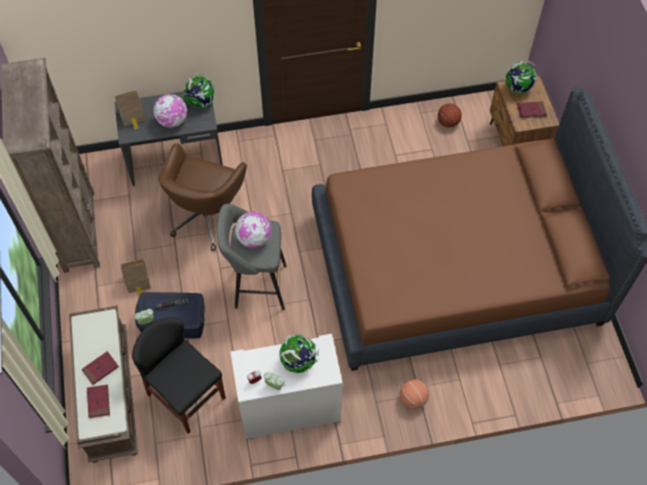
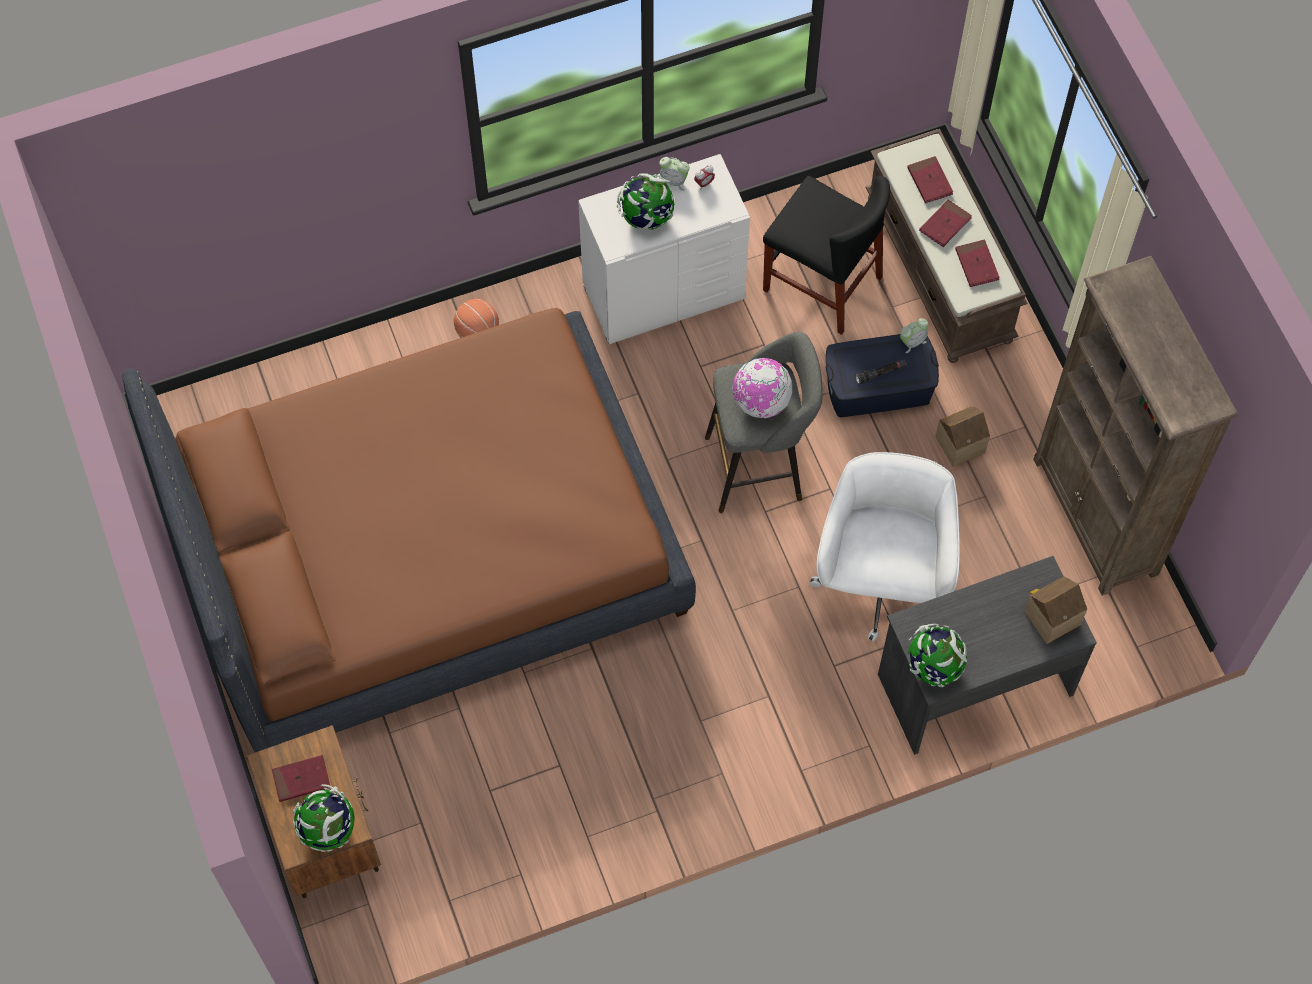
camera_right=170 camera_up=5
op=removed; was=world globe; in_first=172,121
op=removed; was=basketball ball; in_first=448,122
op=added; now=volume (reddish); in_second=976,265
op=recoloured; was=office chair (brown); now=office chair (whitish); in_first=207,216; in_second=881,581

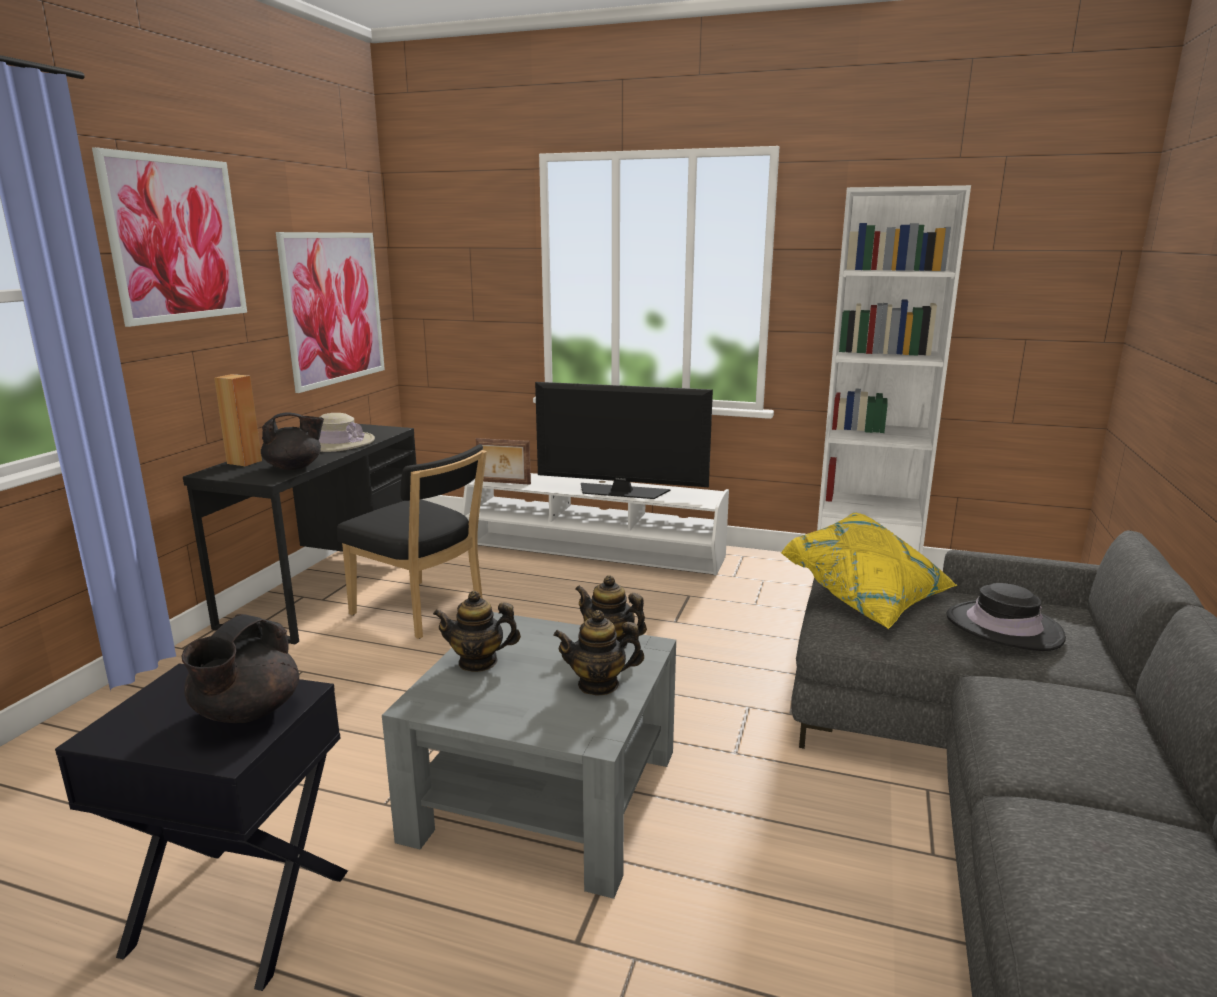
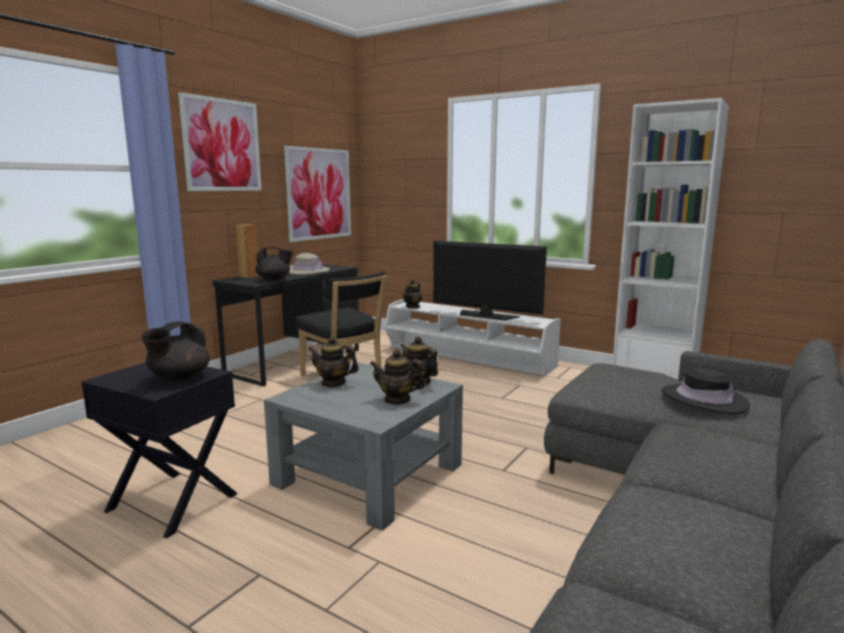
camera_right=15 camera_up=-5
op=removed; was=pillow (yellowish); in_first=867,596
op=replaced; was=photo frame; now=teapot; in_first=503,483; in_second=412,307

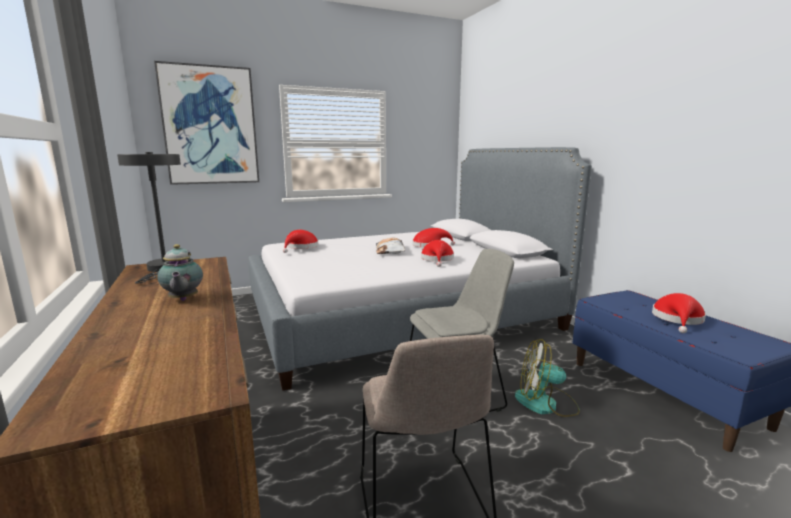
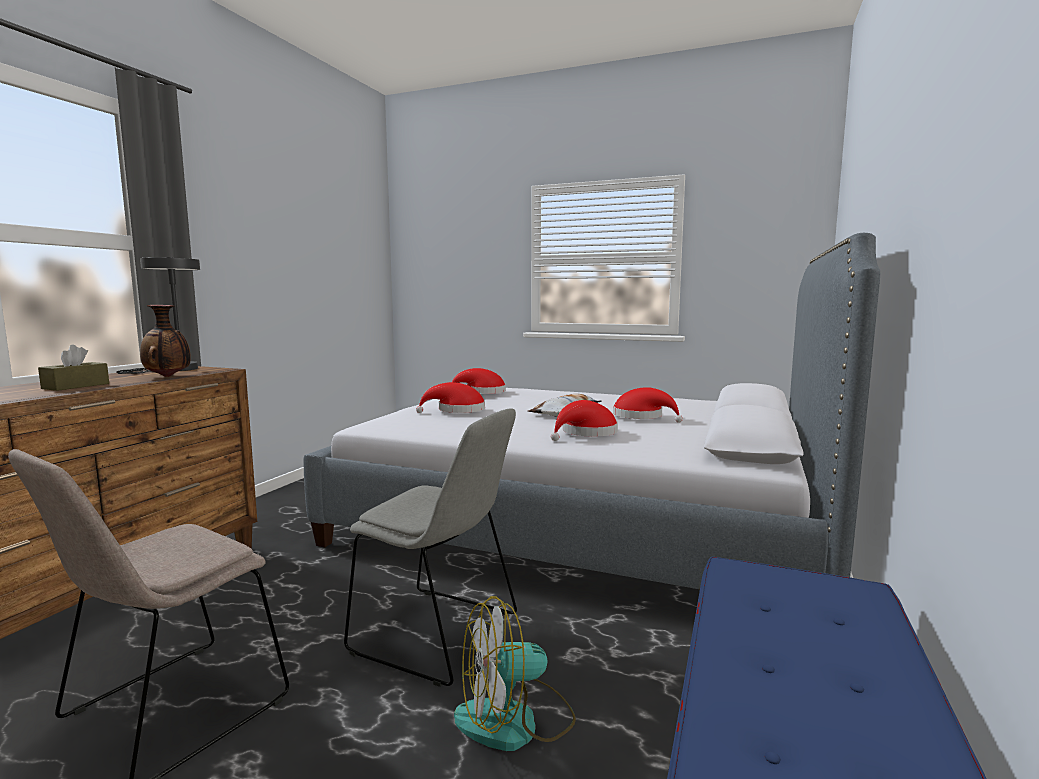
camera_right=45 camera_up=-5
op=removed; was=wall picture; in_first=210,126
op=added; now=flower vase; in_second=168,376
op=moved; was=wearable hat (reddish); in_first=678,319; in_second=457,410
op=replaced; was=teapot; now=box of tissues (brown); in_first=183,300; in_second=76,386
op=turned; was=fan; in_first=546,404; in_second=515,720; clockwise=-75

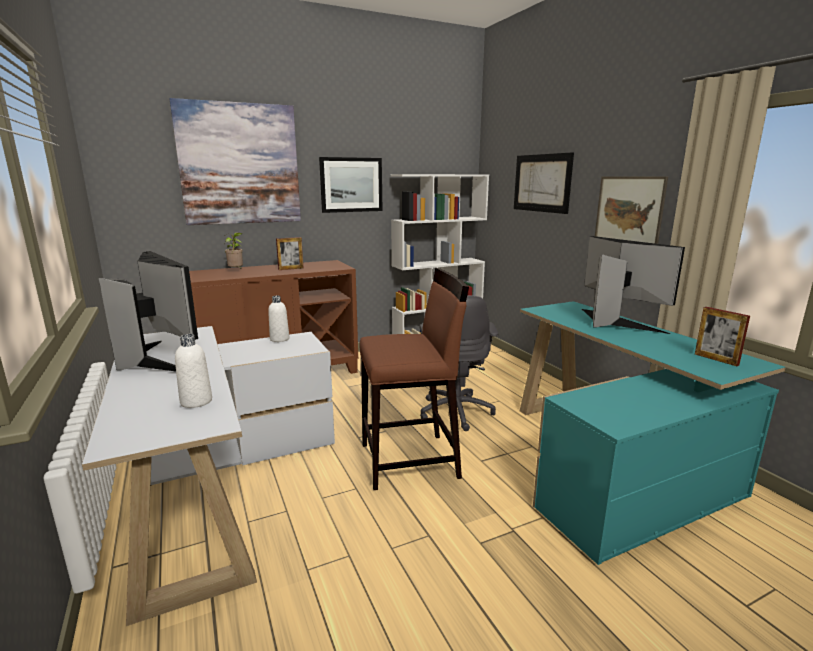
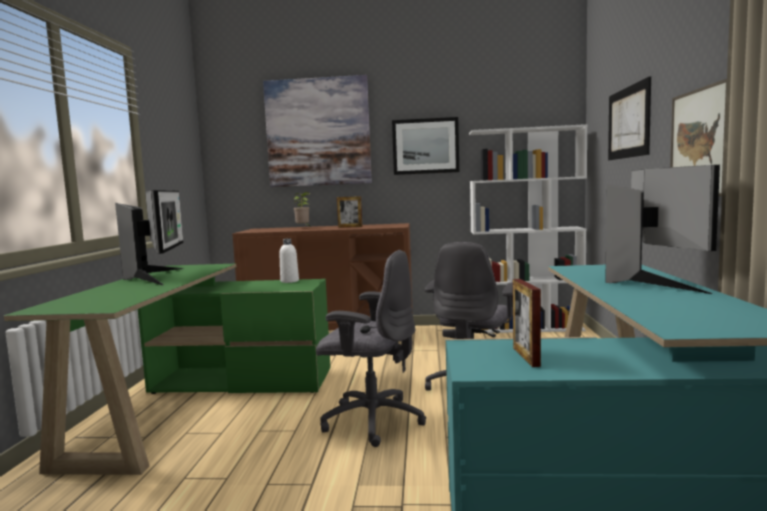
camera_right=30 camera_up=-10
op=removed; was=bottle (whitish); in_first=196,401
op=moved; was=photo frame; in_first=716,359; in_second=526,357
op=replaced; was=stool seat (brown); now=office chair (greyish); in_first=410,461; in_second=371,420
op=recoloured; was=desk unit (whitish); now=desk unit (greenish); in_first=219,485; in_second=198,403

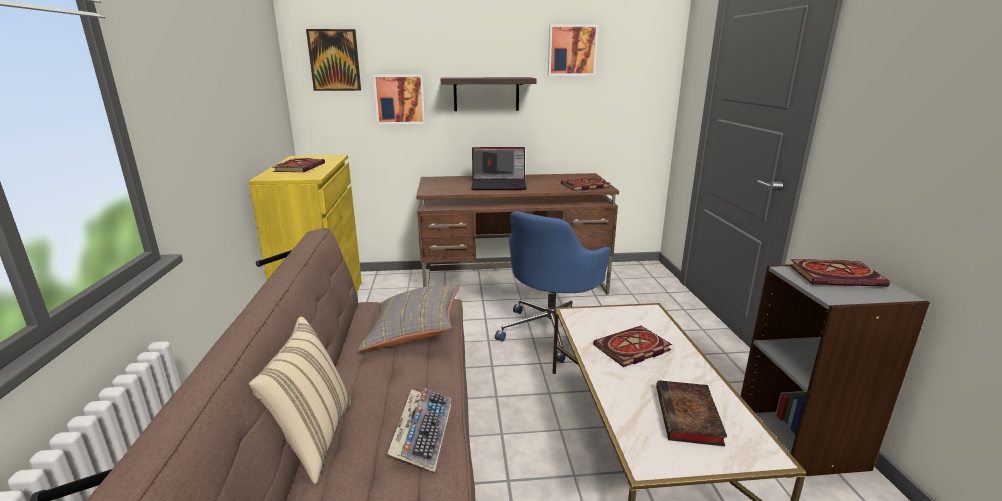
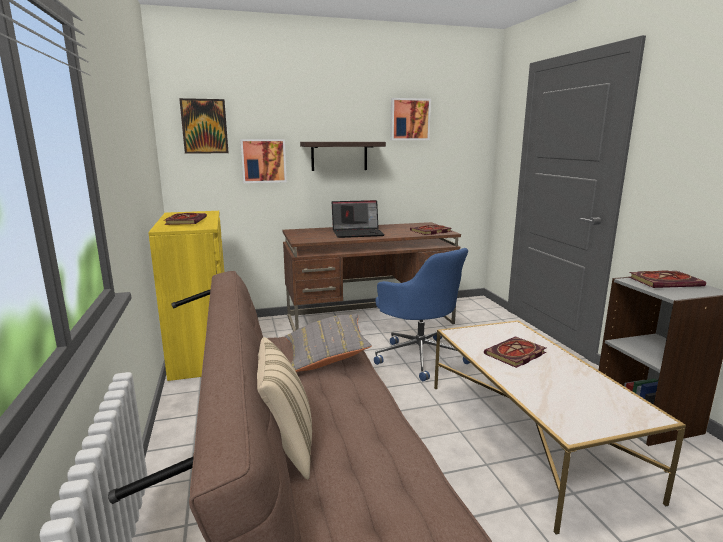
camera_right=-10 camera_up=-5
op=removed; was=PC keyboard; in_first=422,433
op=removed; was=volume; in_first=689,418
op=turned; was=office chair (blue); in_first=552,331; in_second=419,356; clockwise=-60

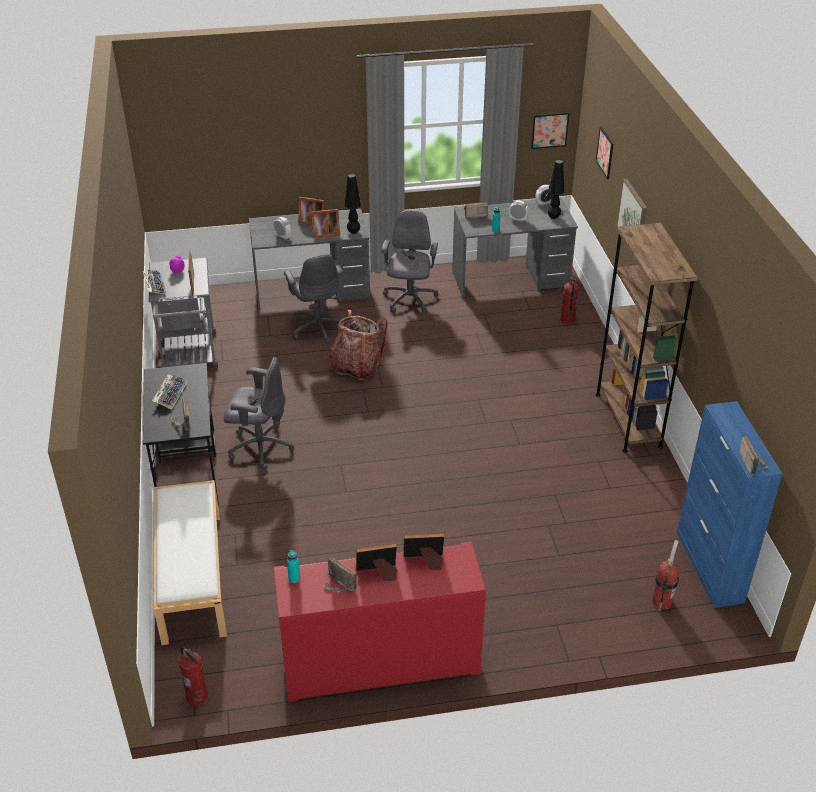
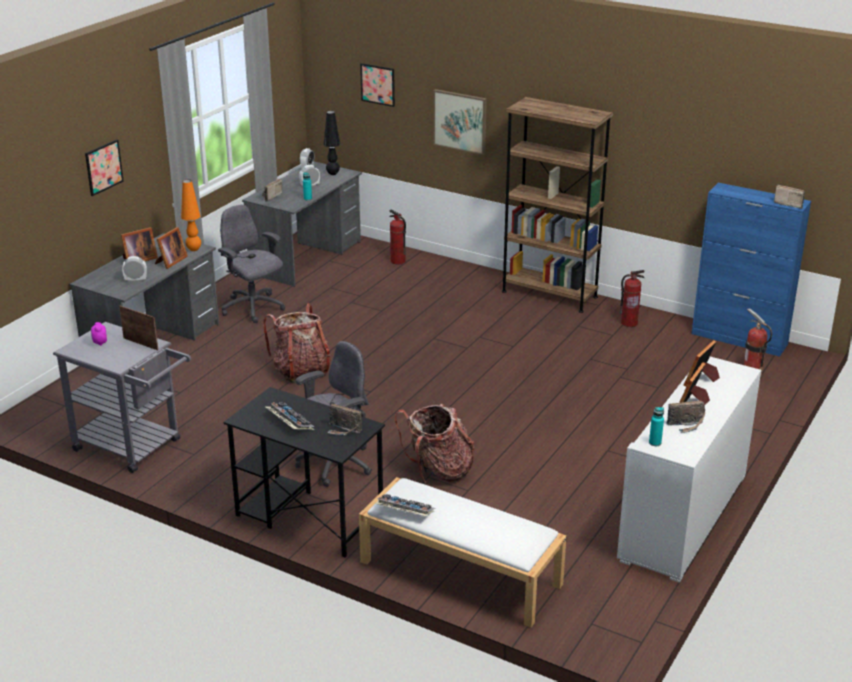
camera_right=-50 camera_up=-10
op=removed; was=office chair (greyish); in_first=317,327
op=added; now=knapsack; in_second=438,471
op=moved; was=PC keyboard; in_first=154,285; in_second=403,511
op=moved; was=extinguisher; in_first=197,696; in_second=629,323
op=moved; was=wall picture; in_first=549,130; in_second=103,167
op=recoloured; was=storage cabinet (reddish); now=storage cabinet (whitish); in_first=380,663; in_second=683,517
op=recoloured; was=tabletop lamp (black-coloured); now=tabletop lamp (orangey); in_first=353,232; in_second=194,249

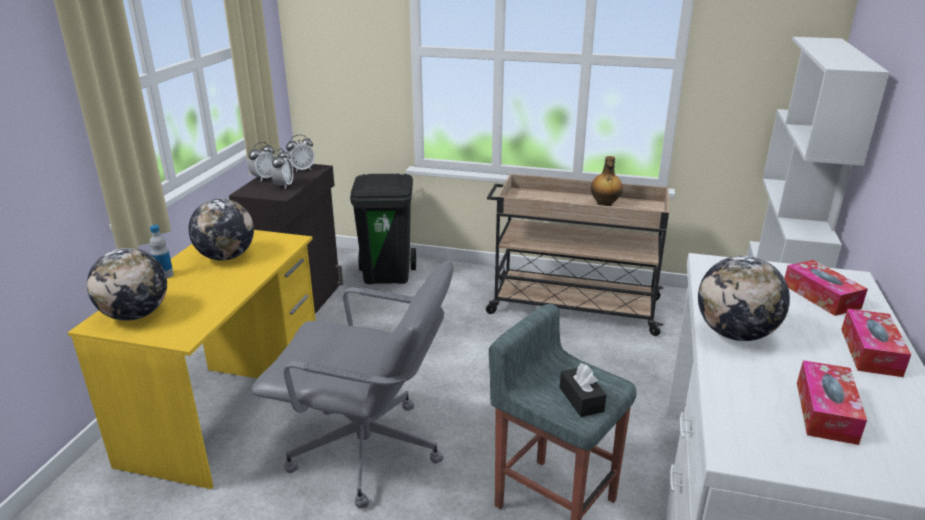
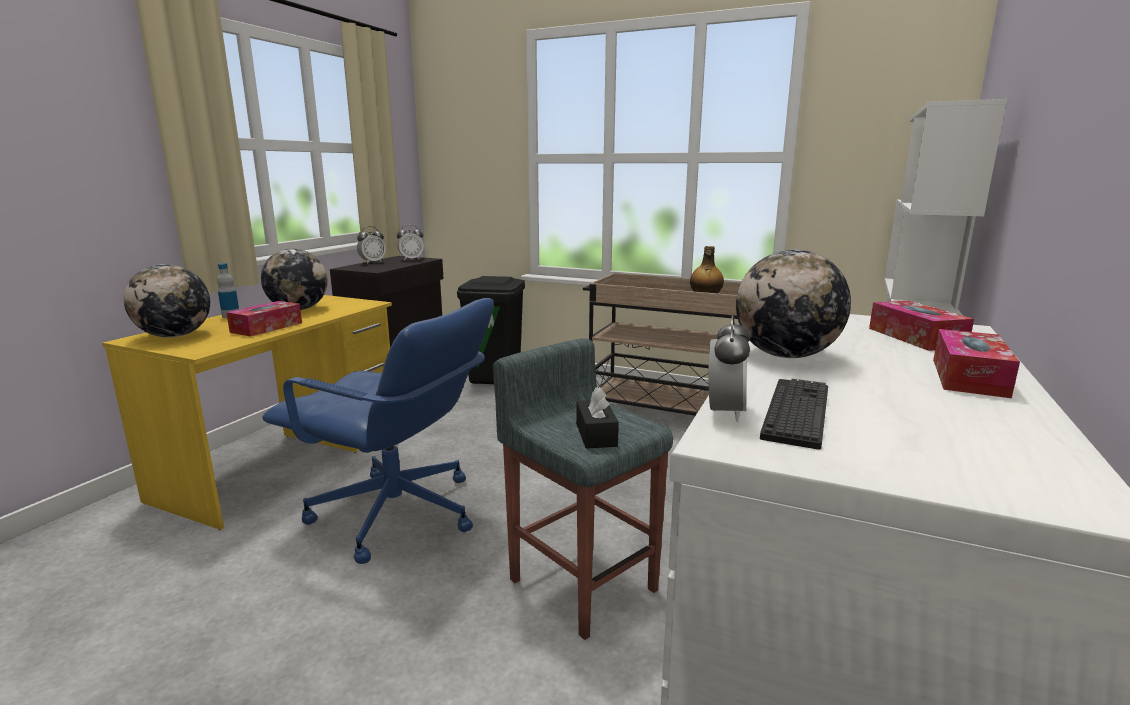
camera_right=10 camera_up=-10
op=added; now=PC keyboard; in_second=796,412
op=moved; was=table clock; in_first=283,186; in_second=725,412
op=moved; was=box of tissues; in_first=825,412; in_second=267,327
op=recoloured; was=office chair (greyish); now=office chair (blue); in_first=367,452; in_second=397,515

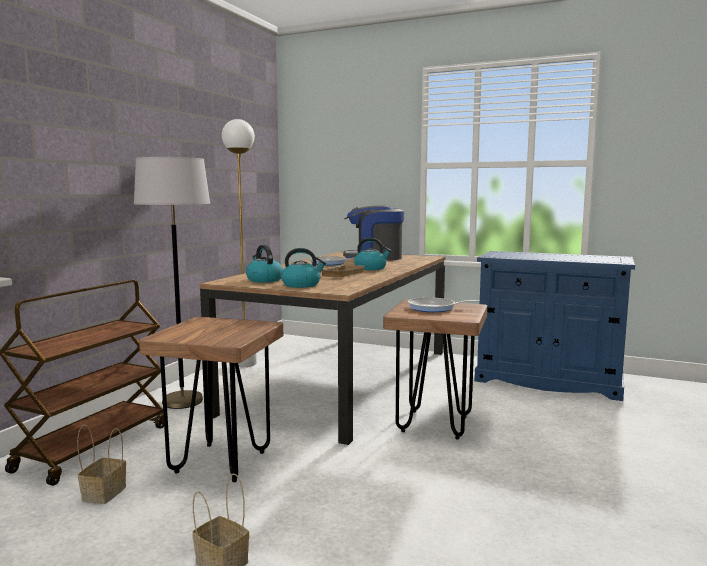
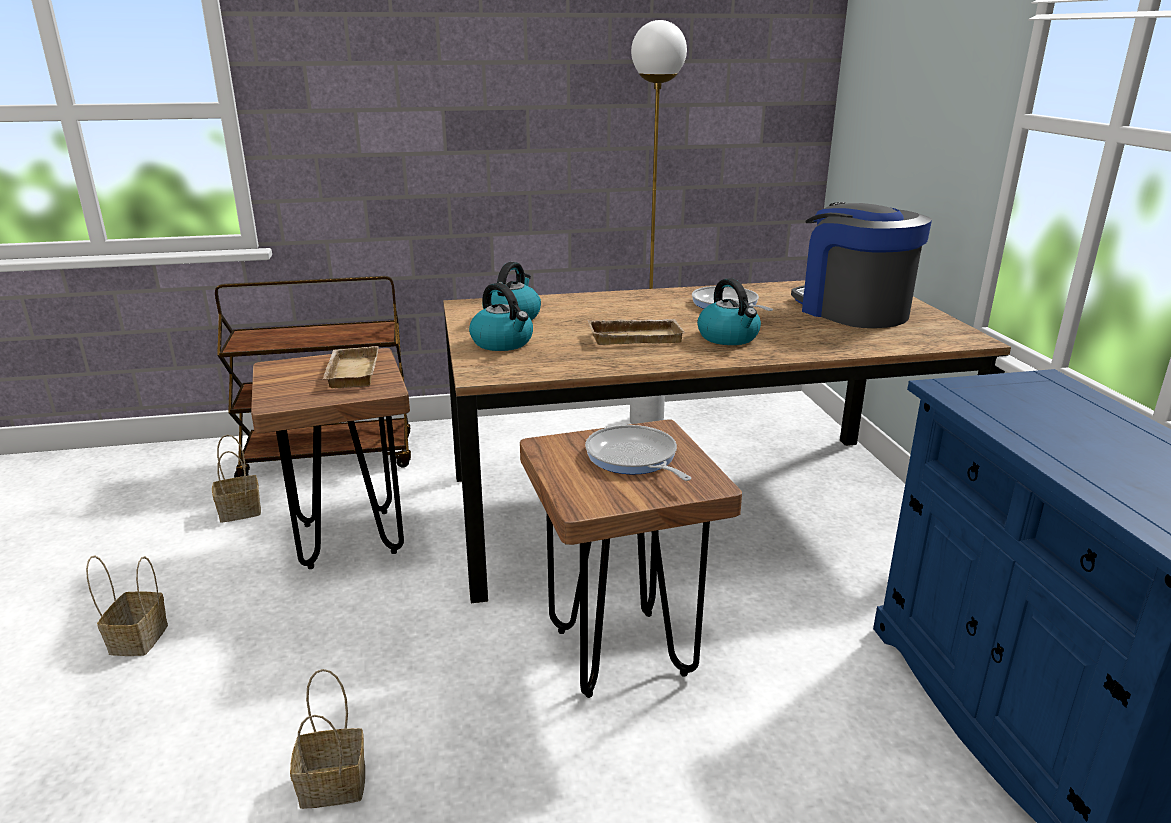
camera_right=55 camera_up=15
op=removed; was=standard lamp (greyish); in_first=182,401
op=added; now=storage basket; in_second=335,784
op=added; now=carrying tray (sand-coloured); in_second=350,372

